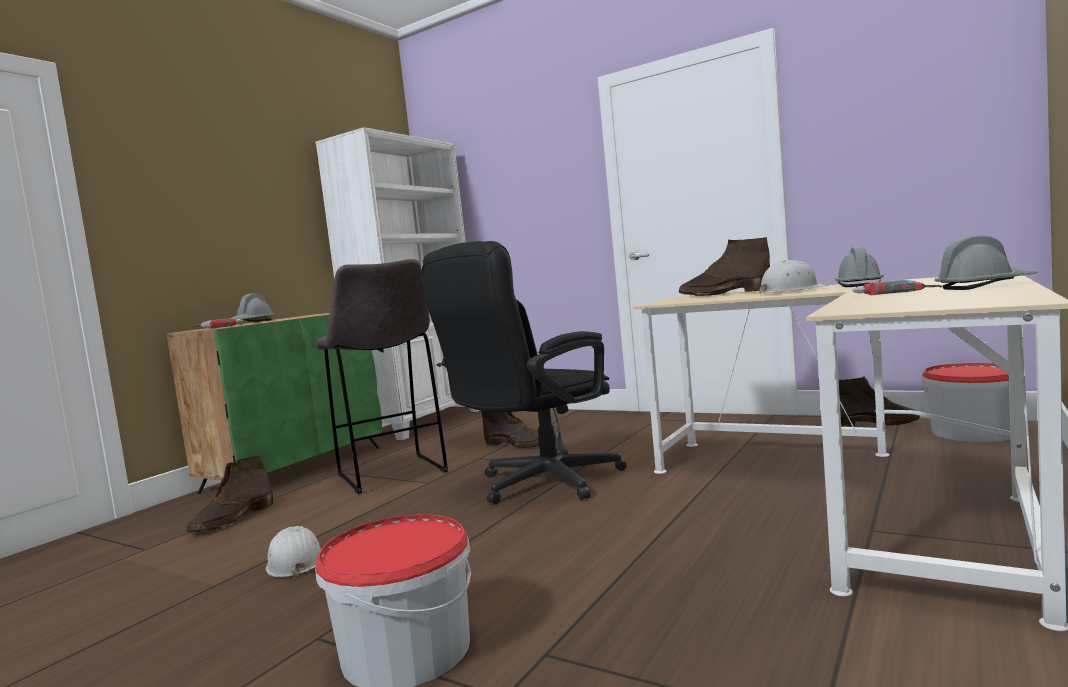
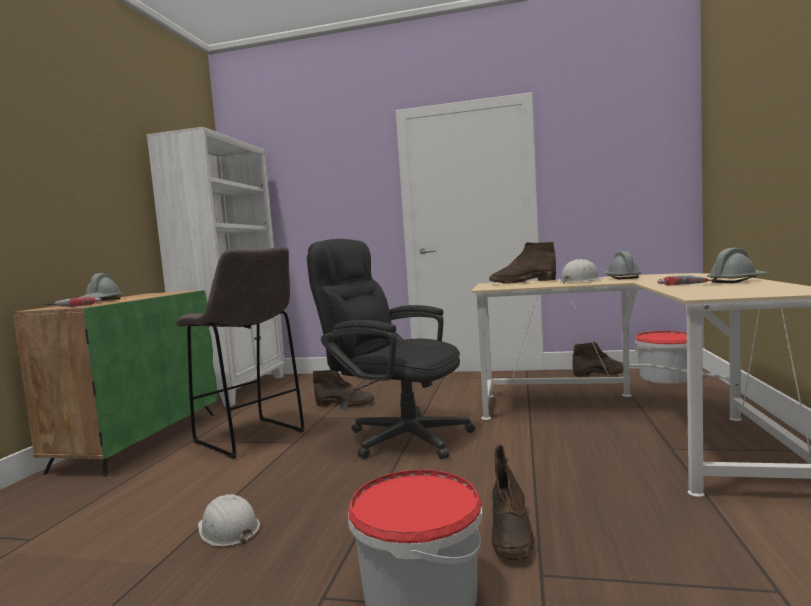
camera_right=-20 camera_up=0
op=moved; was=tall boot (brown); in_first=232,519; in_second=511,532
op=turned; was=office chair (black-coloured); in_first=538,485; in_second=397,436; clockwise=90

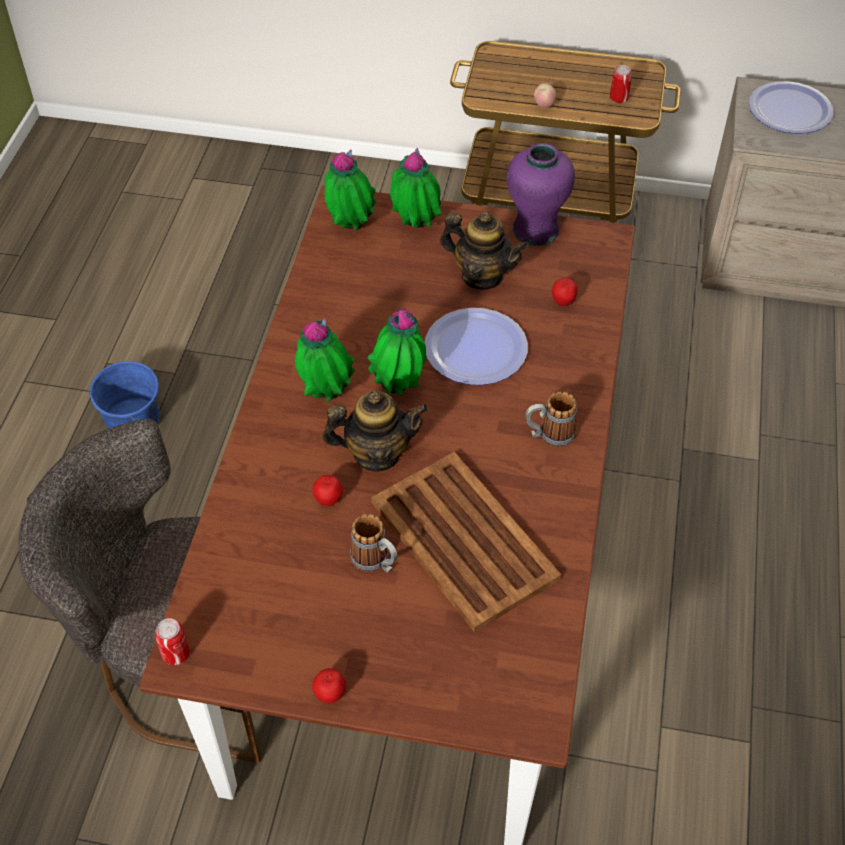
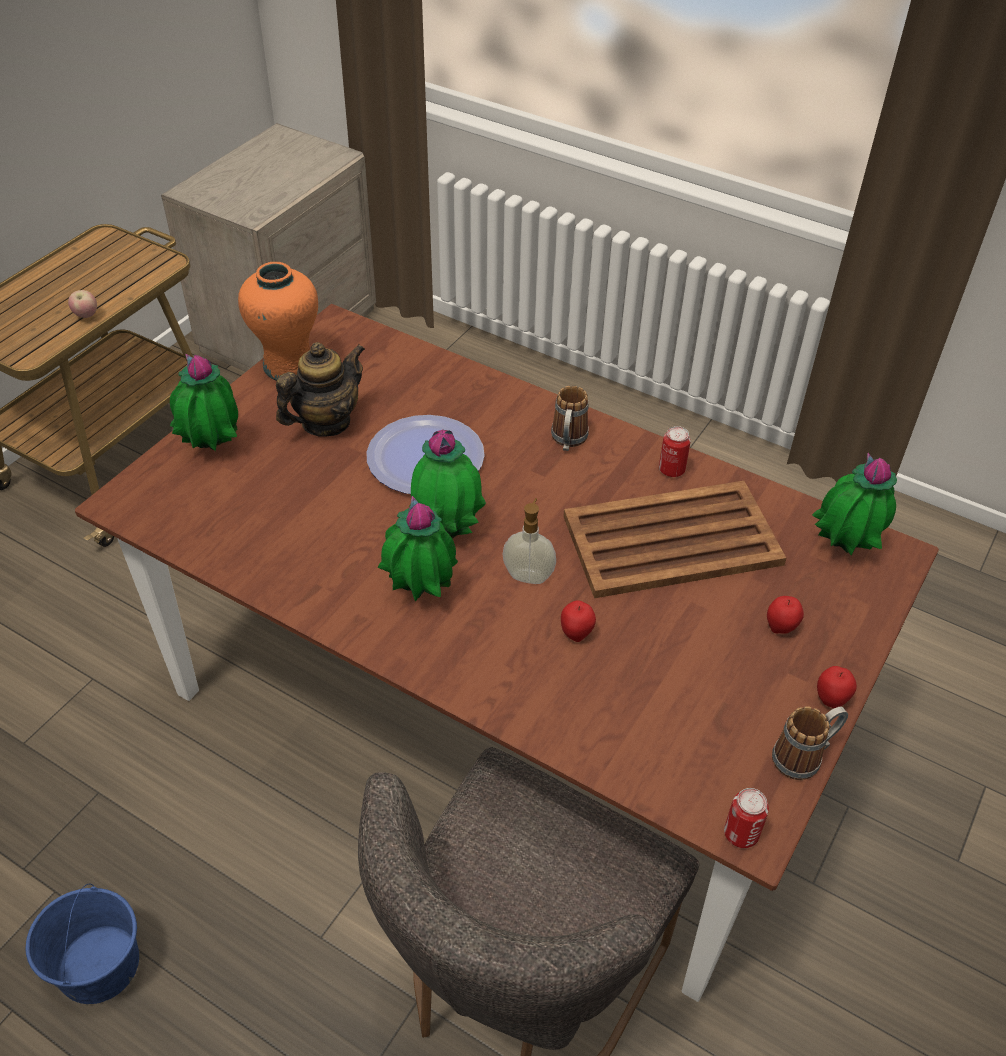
camera_right=-70 camera_up=-5
op=removed; was=dinner plate; in_first=789,110
op=moved; was=houseplant; in_first=350,227; in_second=842,551
op=moved; was=tea mug; in_first=376,562; in_second=804,756
op=moved; was=apple; in_first=563,303; in_second=780,628
op=moved; was=metal can; in_first=618,98; in_second=671,470
op=replaced; was=teapot; now=soap dispenser; in_first=376,453; in_second=528,575
op=recoloured; was=flower vase (purple-coloured); now=flower vase (orangey); in_first=535,230; in_second=289,366

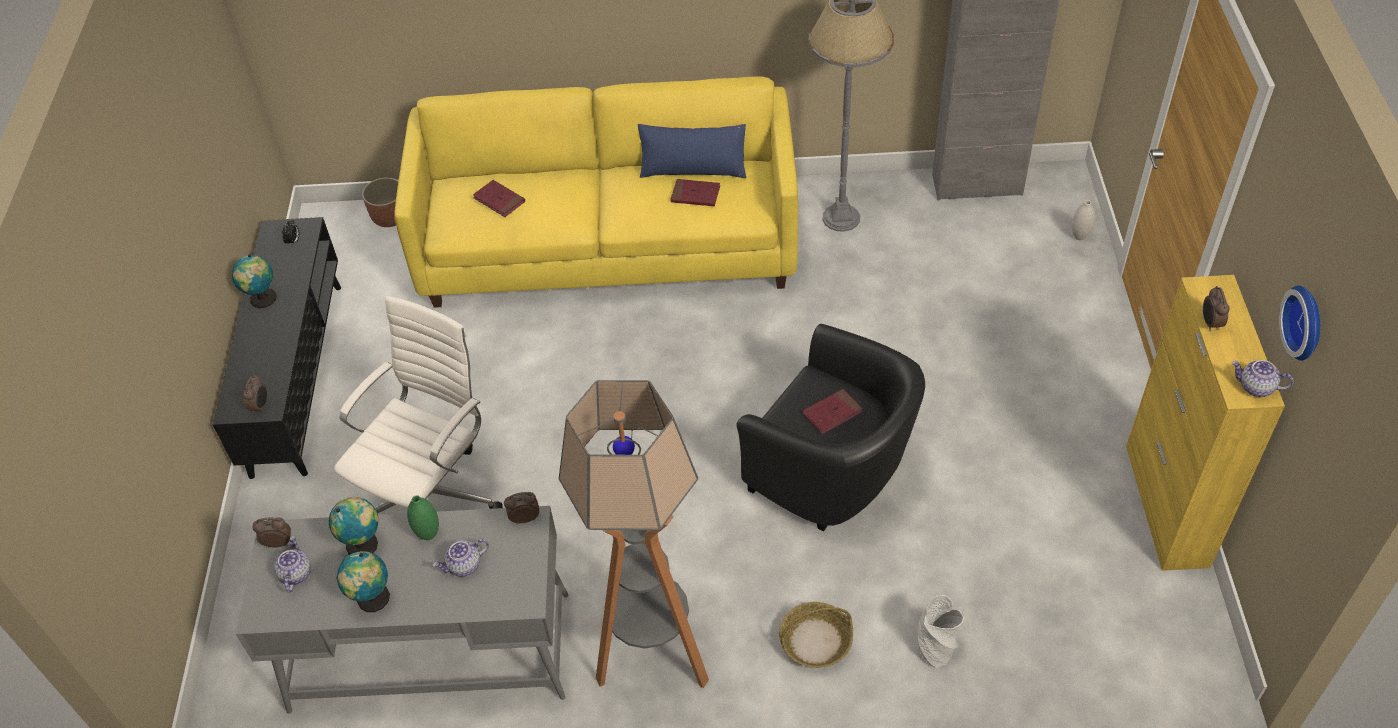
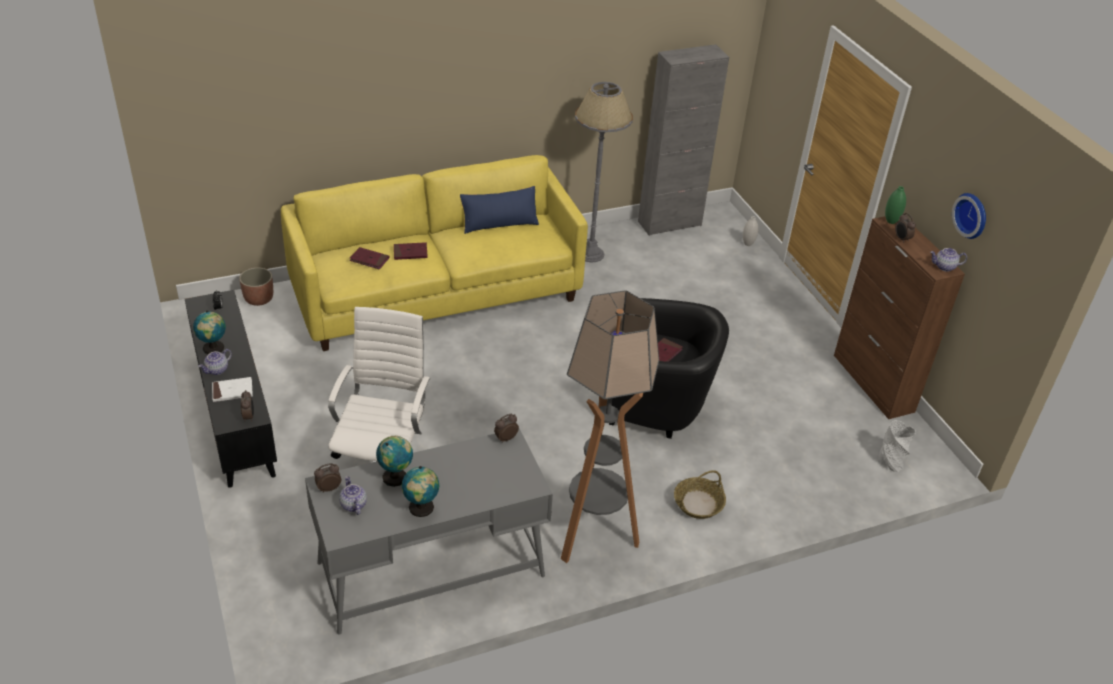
camera_right=-25 camera_up=-10
op=added; now=volume (whitish); in_second=232,391
op=moved; was=flower vase (greenish); in_first=428,534; in_second=891,221
op=moved; was=teapot; in_first=464,566; in_second=217,370
op=moved; was=volume (reddish); in_first=695,195; in_second=410,253
op=moved; was=flower vase (greyish); in_first=936,646; in_second=891,460
op=recoloured; was=storage cabinet (yellowish); now=storage cabinet (brown); in_first=1166,506; in_second=873,383

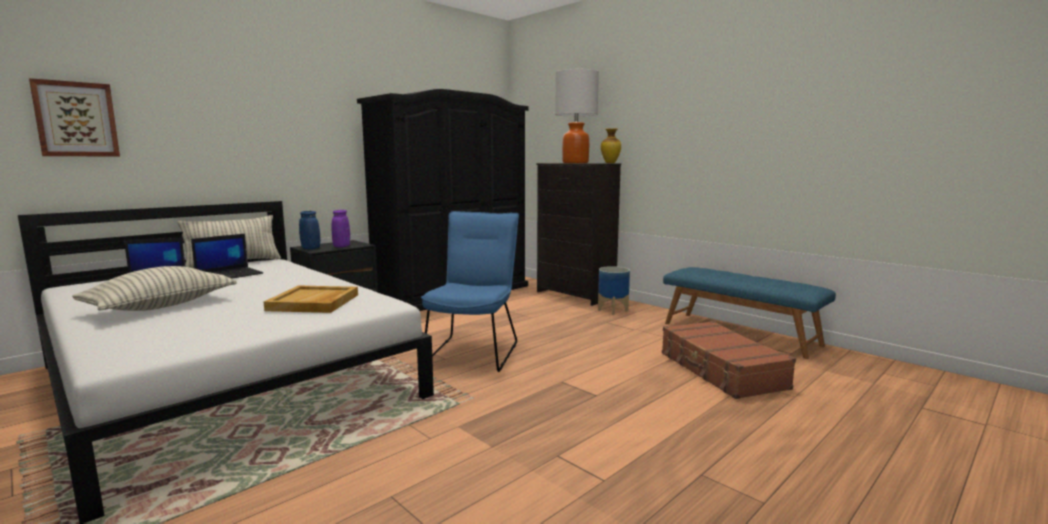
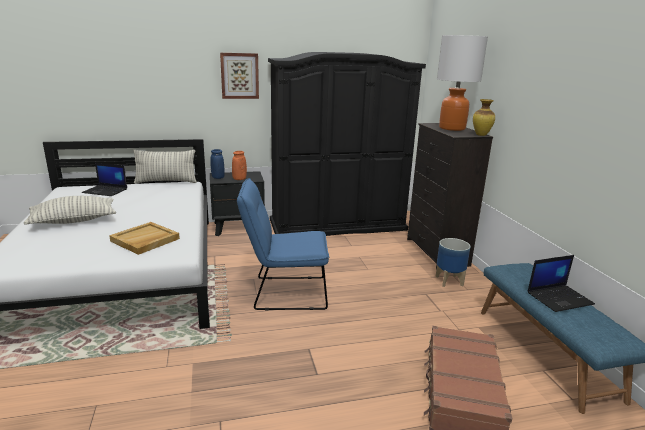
camera_right=30 camera_up=10
op=moved; was=wall picture; in_first=76,119; in_second=239,76
op=moved; was=notebook computer; in_first=230,275; in_second=559,298
op=recoloured; was=flower vase (purple-coloured); now=flower vase (orangey); in_first=341,246; in_second=239,179
op=turned; was=plain chair (blue); in_first=475,351; in_second=284,293; clockwise=-135

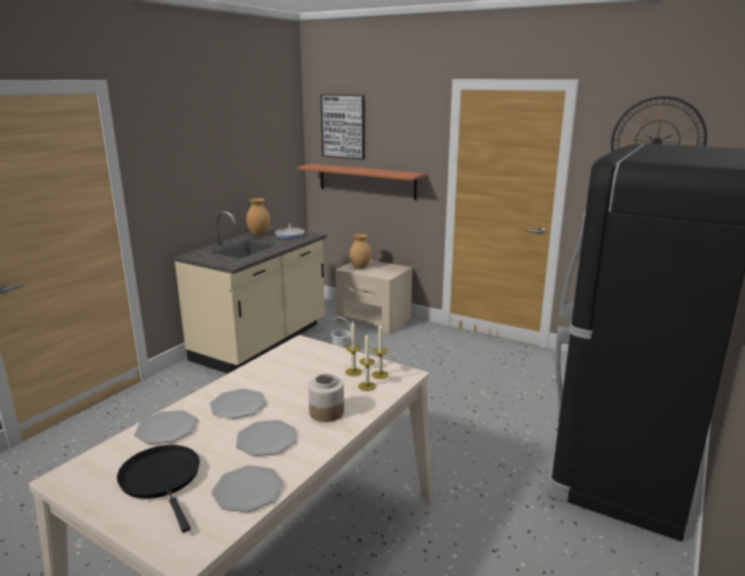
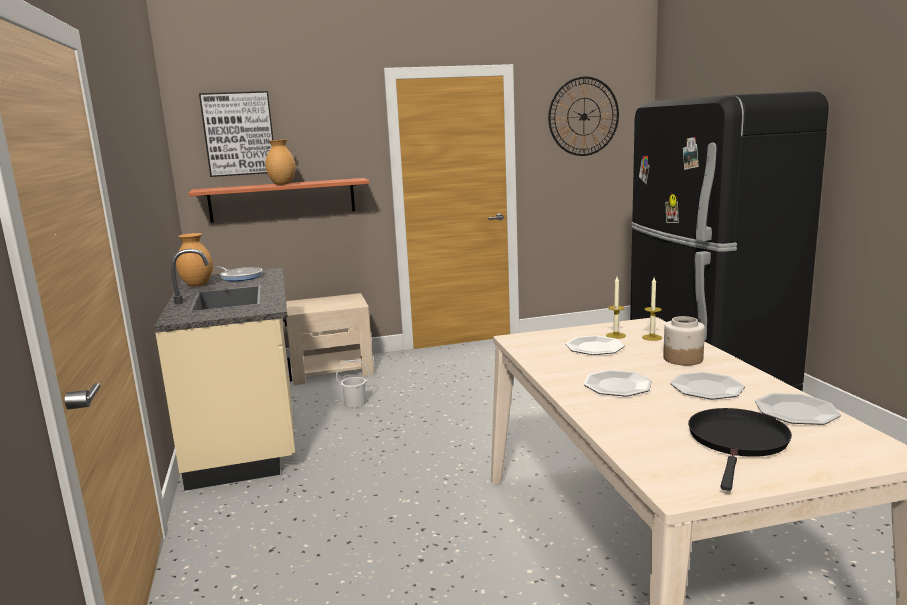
camera_right=-45 camera_up=-5
op=removed; was=wax candle; in_first=380,374
op=moved; was=dinner plate; in_first=166,428; in_second=594,347
op=moved; was=flower vase (brown); in_first=360,267; in_second=283,184
op=turned; was=pan (black-coloured); in_first=162,479; in_second=737,442; clockwise=105

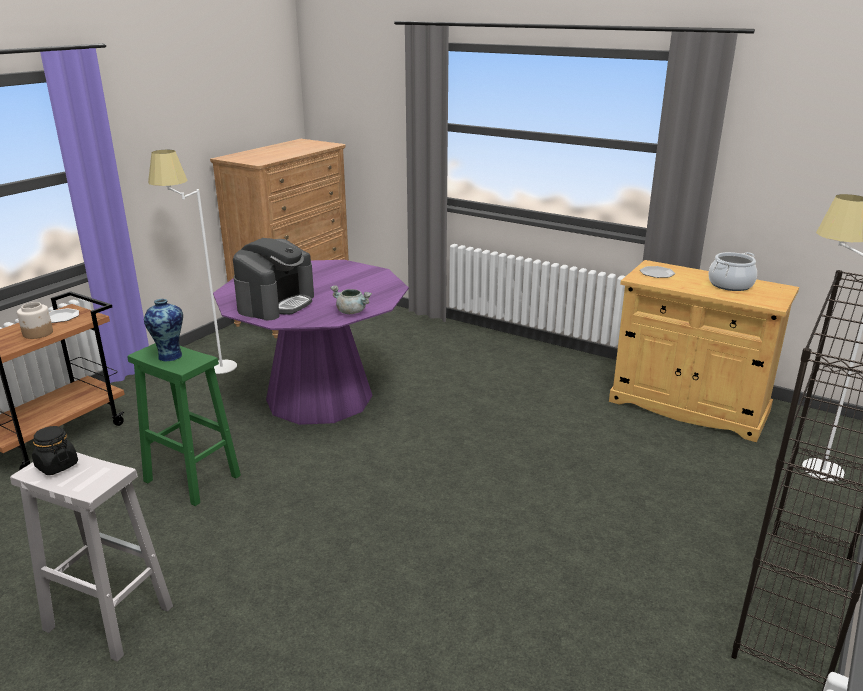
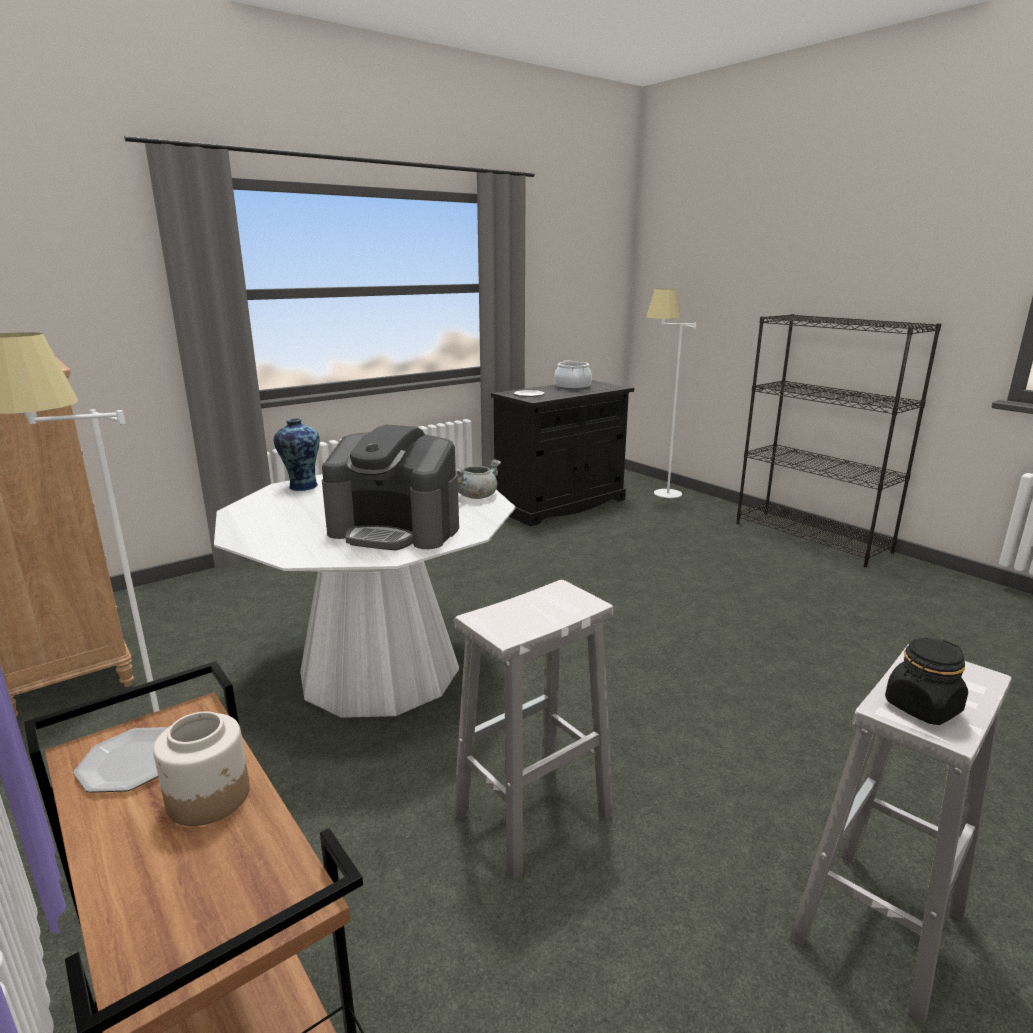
camera_right=-70 camera_up=-5
op=moved; was=flower vase; in_first=170,355; in_second=302,486
op=recoloured; was=stool seat (greenish); now=stool seat (whitish); in_first=191,478; in_second=531,816
op=recoloured; was=dinner table (purple-coloured); now=dinner table (whitish); in_first=319,397; in_second=380,670
op=recoloured; was=storage cabinet (sand-coloured); now=storage cabinet (black-coloured); in_first=688,406; in_second=560,504
op=turned; was=coffee machine; in_first=276,303; in_second=395,530; clockwise=150

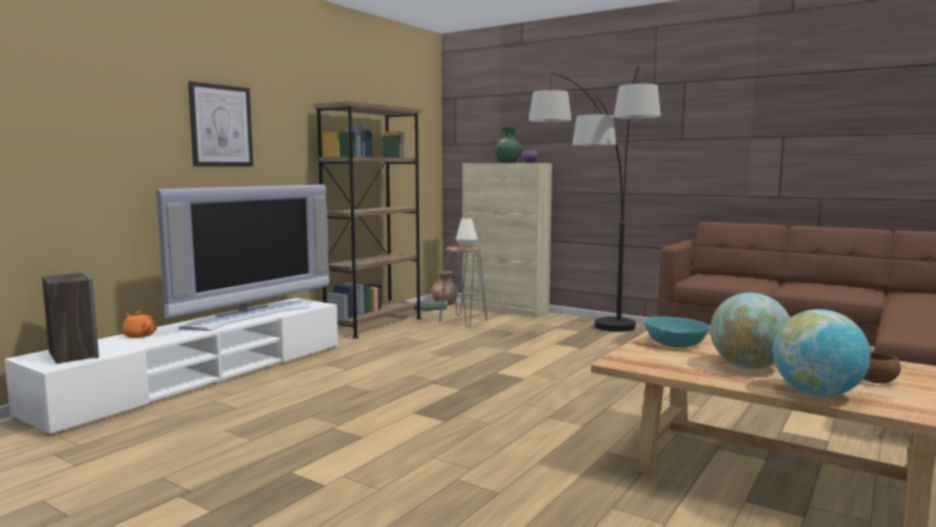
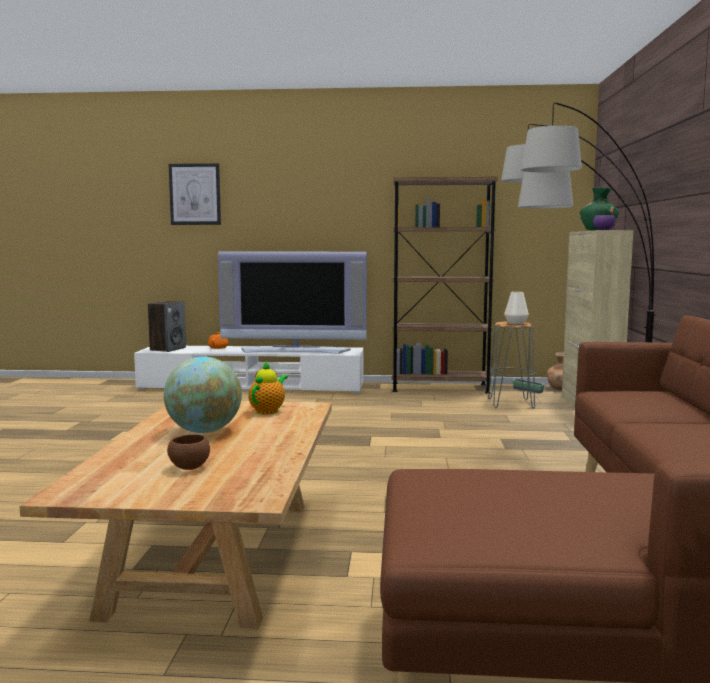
camera_right=60 camera_up=0
op=removed; was=world globe; in_first=817,394
op=moved; was=wall picture; in_first=221,126; in_second=195,194
op=replaced; was=deep dish (blue-green); now=teapot; in_first=676,343; in_second=268,411

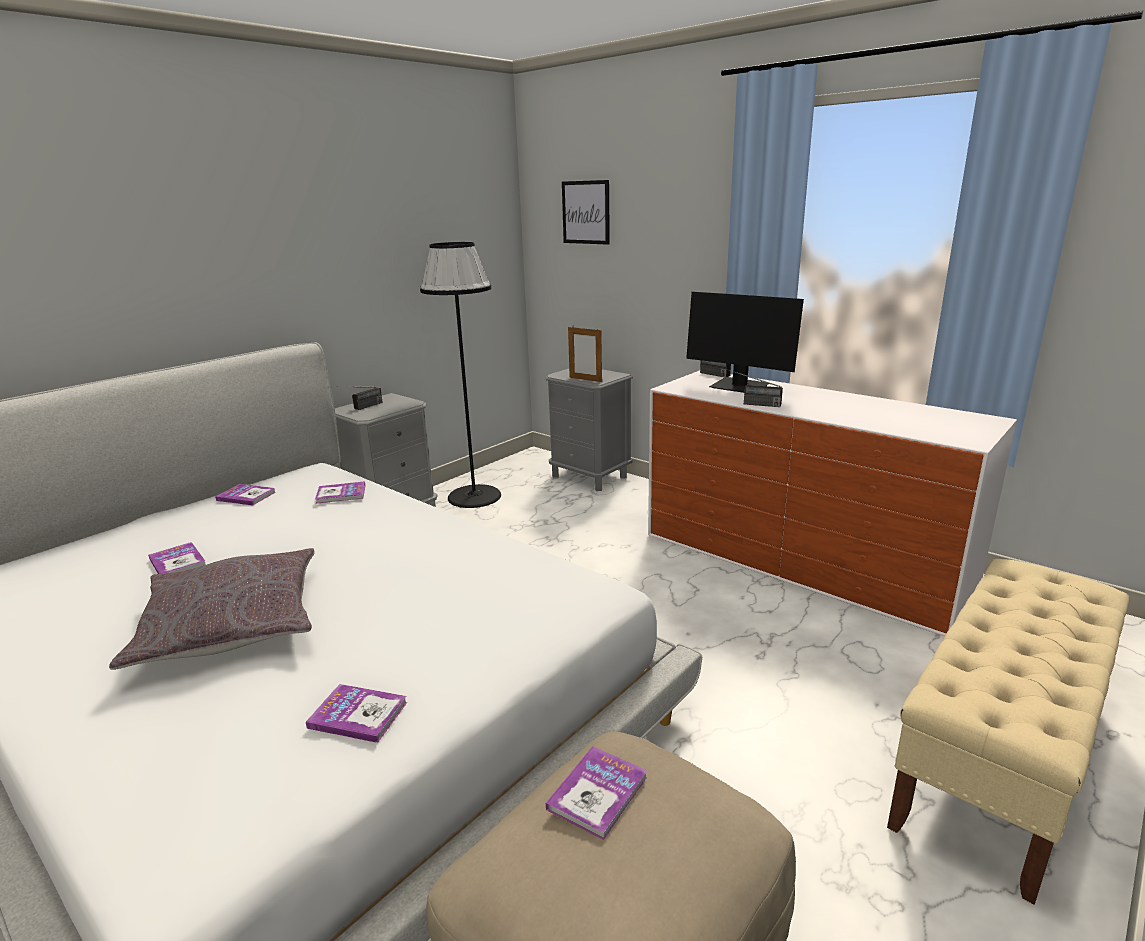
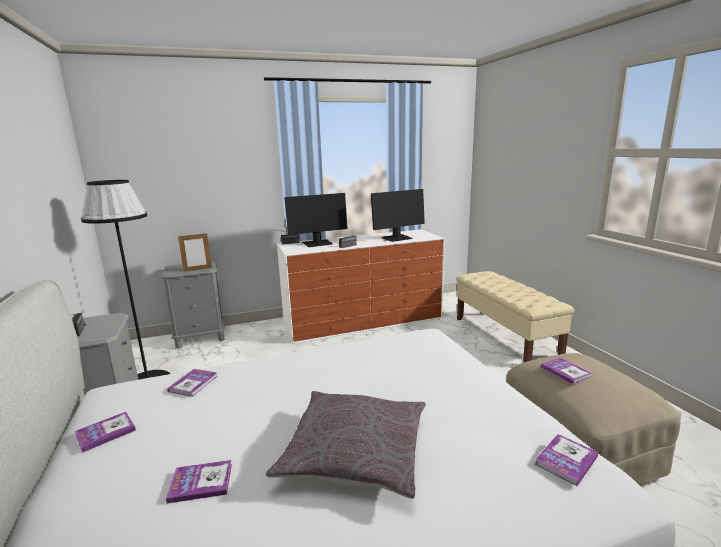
camera_right=-60 camera_up=-5
op=removed; was=wall picture; in_first=586,212
op=added; now=computer screen; in_second=397,238
op=moved; was=volume; in_first=358,715; in_second=566,460

